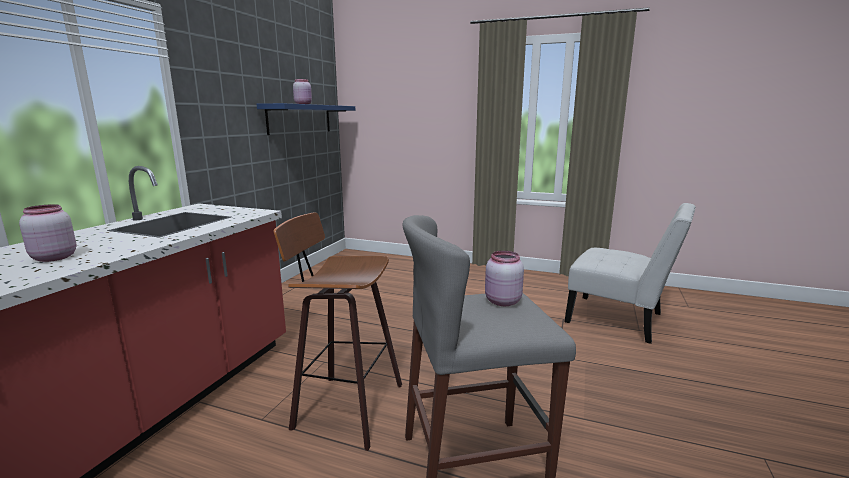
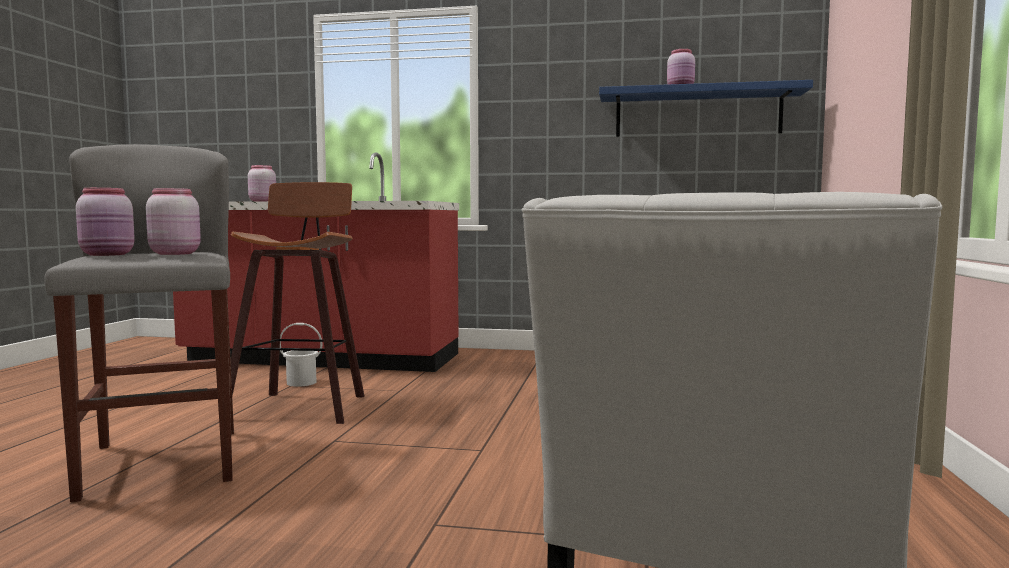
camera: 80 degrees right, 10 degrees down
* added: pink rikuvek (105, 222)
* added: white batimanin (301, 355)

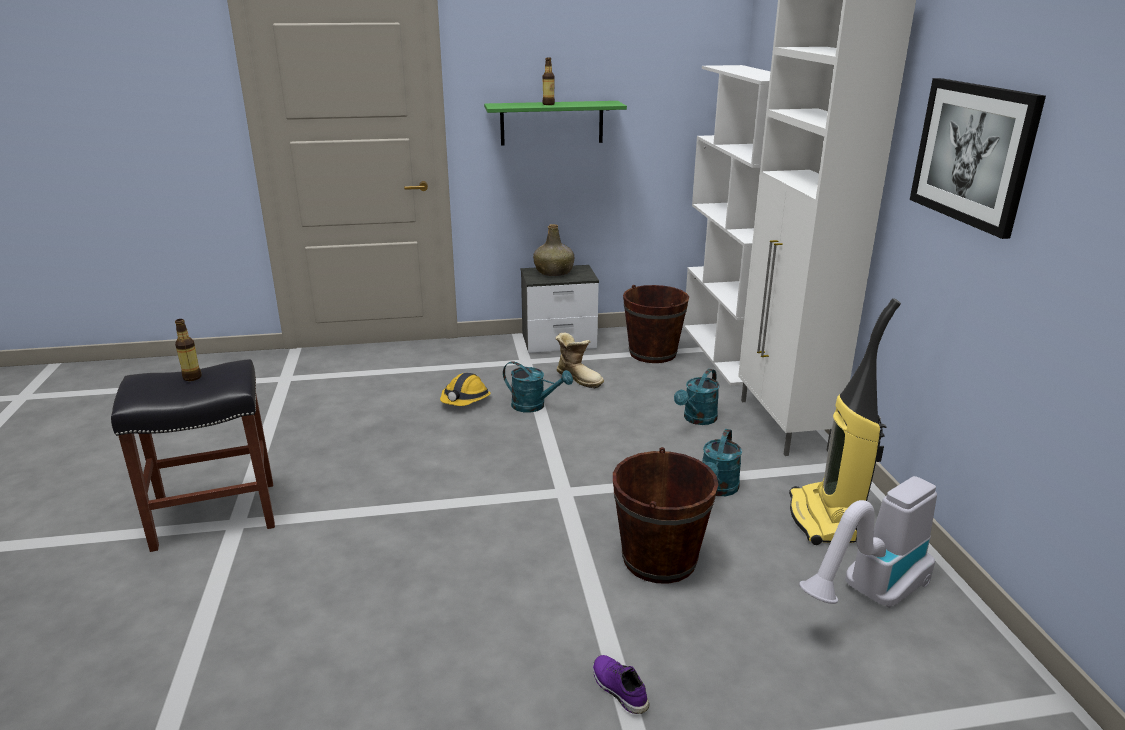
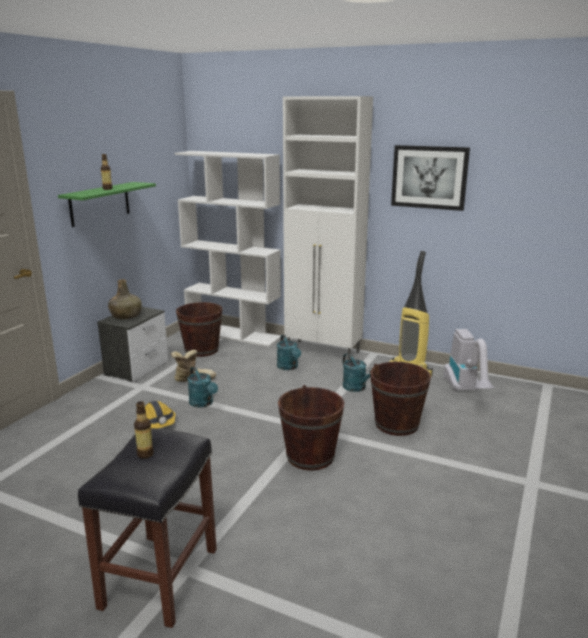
camera: 55 degrees left, 5 degrees down
* turned: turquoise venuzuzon (538, 387) = (203, 387) 90 degrees clockwise
* removed: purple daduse (621, 684)
* added: brown batimanin (311, 428)

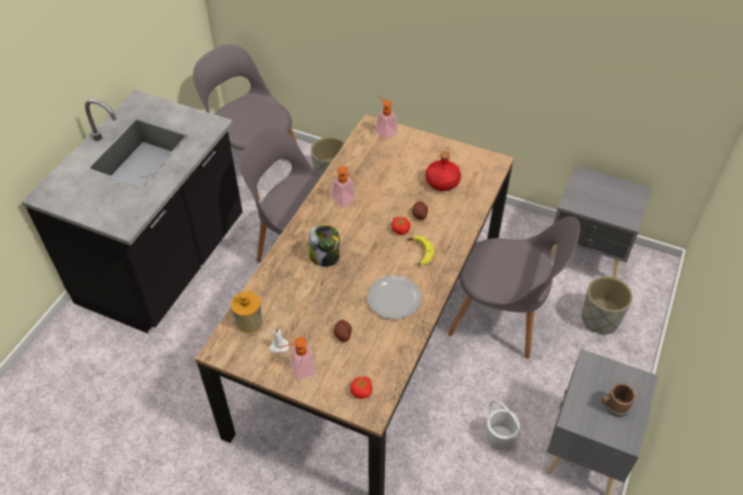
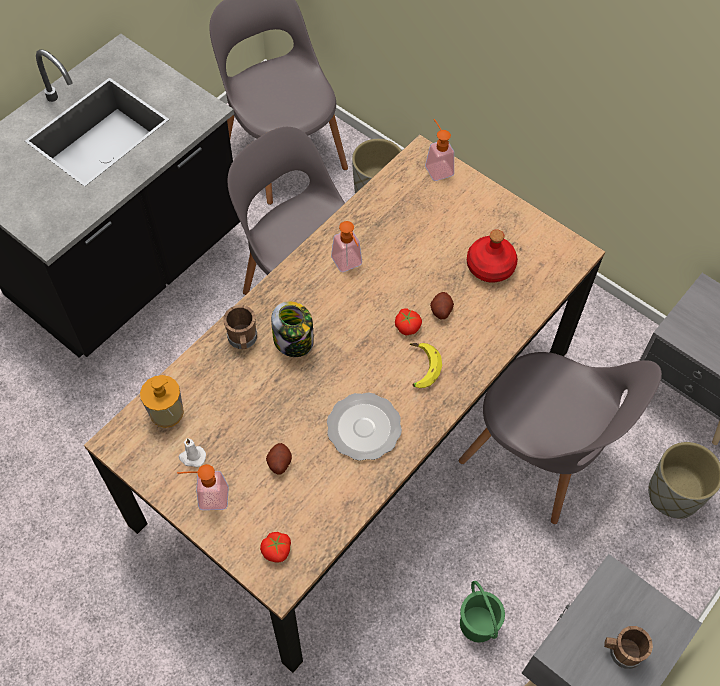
camera: 15 degrees right, 10 degrees up
* recoloured: white batimanin (503, 425) to green batimanin (482, 612)
* added: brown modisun (240, 327)

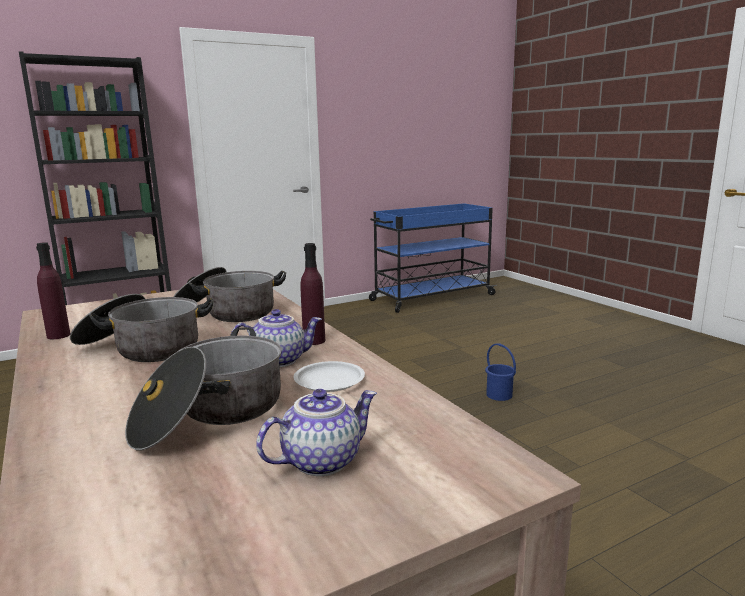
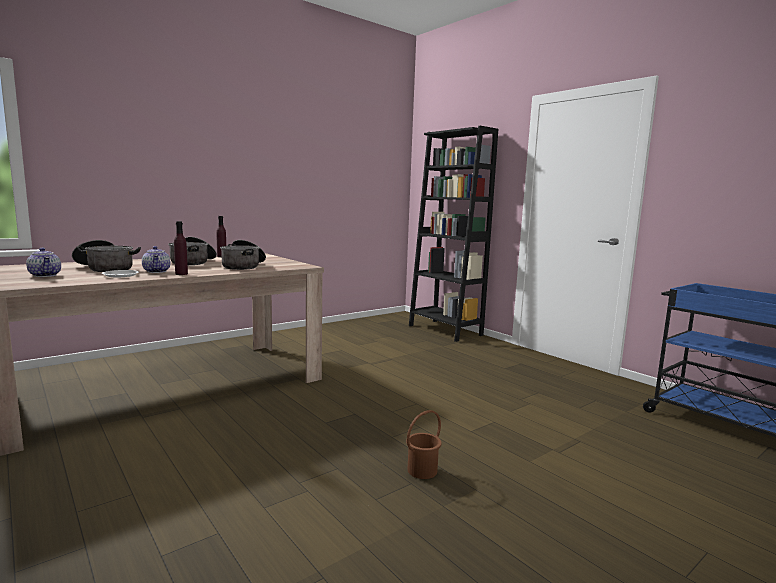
camera: 80 degrees right, 5 degrees down
* recoloured: blue batimanin (500, 372) to brown batimanin (424, 444)

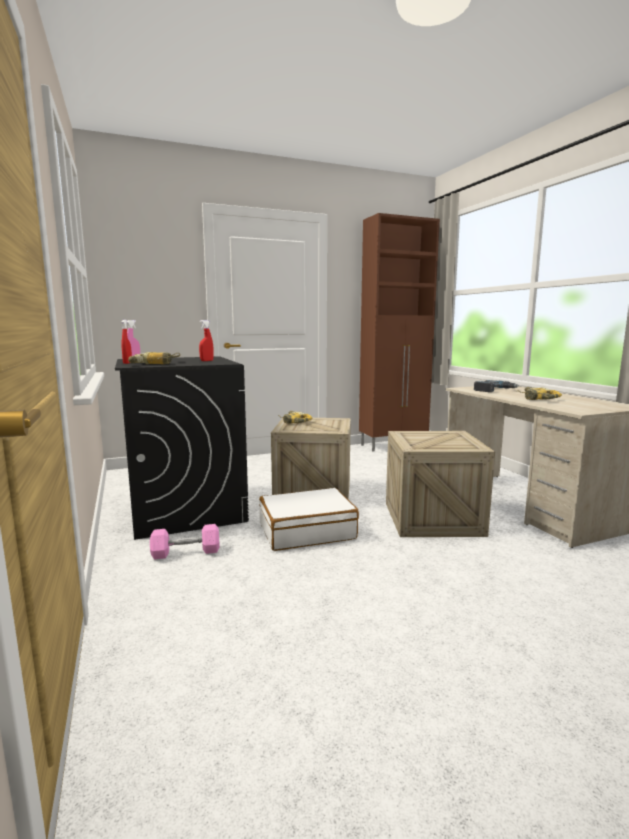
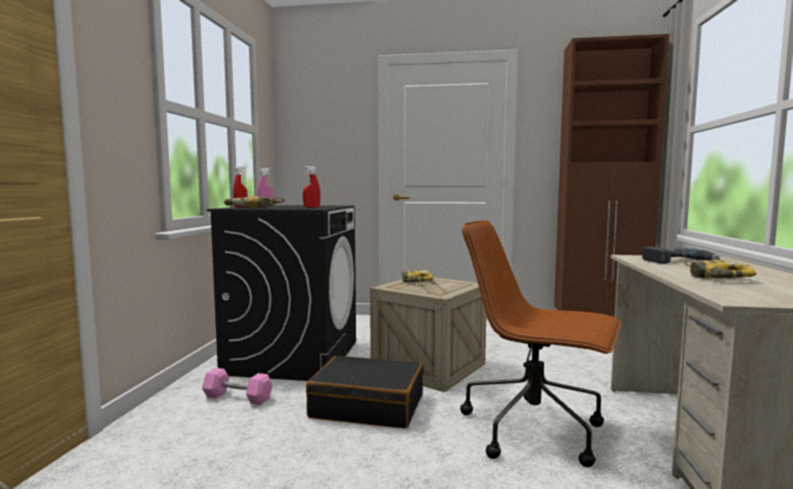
camera: 30 degrees right, 5 degrees down
* recoloured: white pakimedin (309, 519) to black pakimedin (365, 392)
* replaced: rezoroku (440, 484) to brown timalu (540, 343)

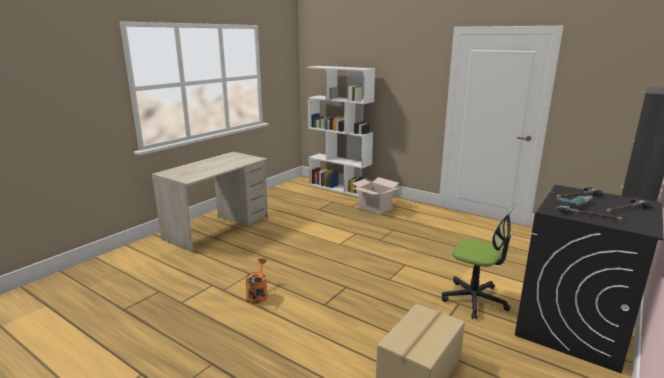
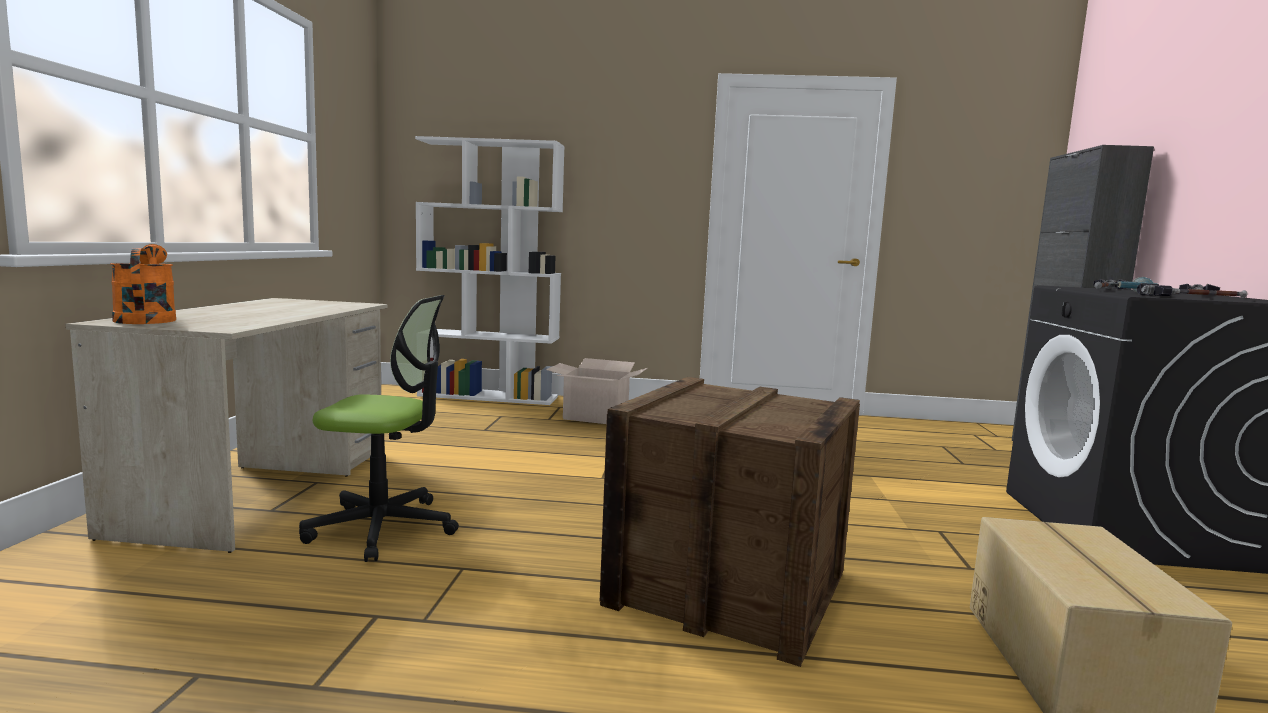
camera: 30 degrees left, 10 degrees down
* moved: orange venuzuzon (256, 281) to (143, 284)
* moved: timalu (479, 261) to (379, 428)
* added: rezoroku (730, 522)

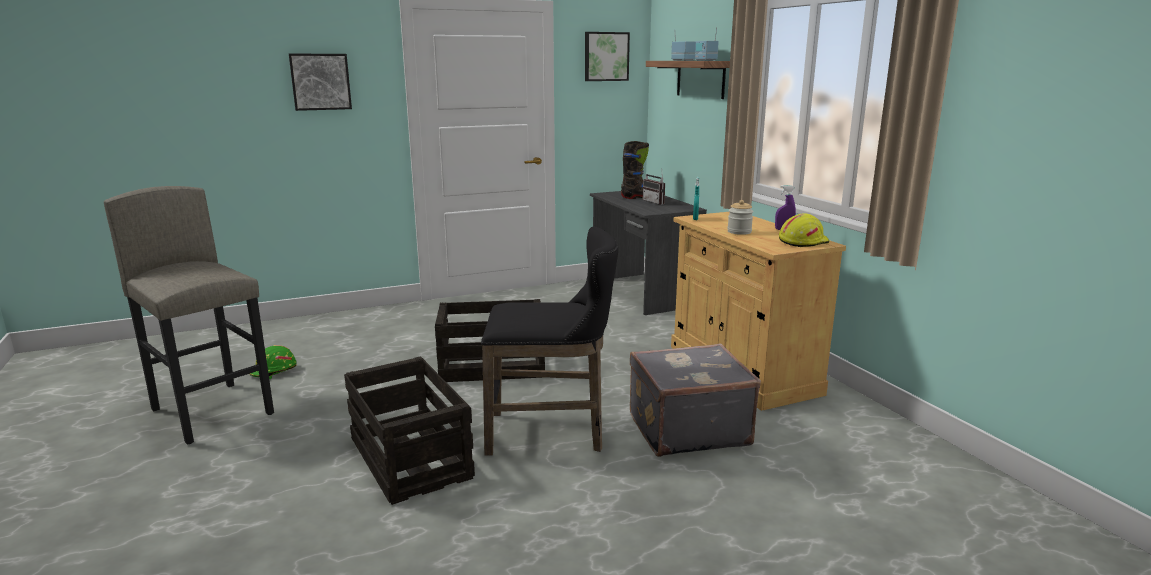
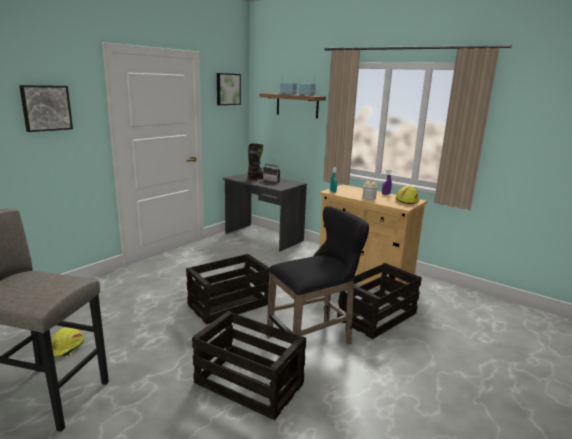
camera: 30 degrees left, 0 degrees up
* recoloured: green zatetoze (273, 362) to yellow zatetoze (67, 342)
* replaced: grey pakimedin (695, 400) to rezoroku (379, 301)

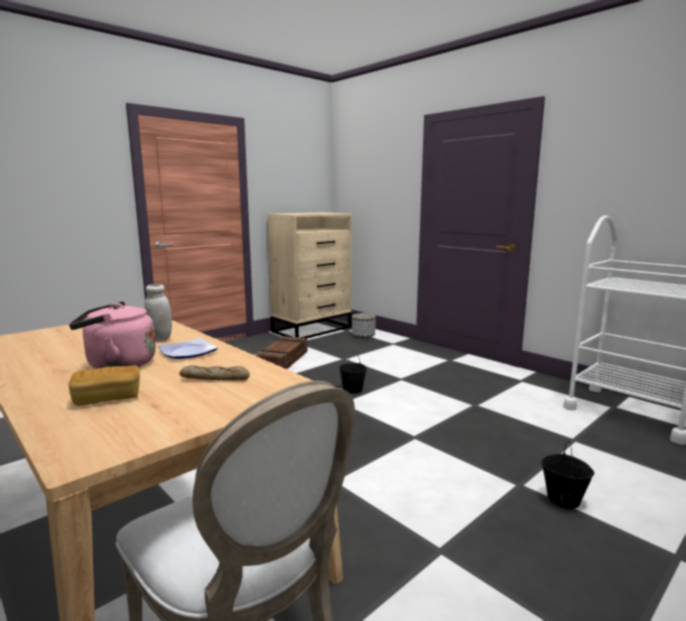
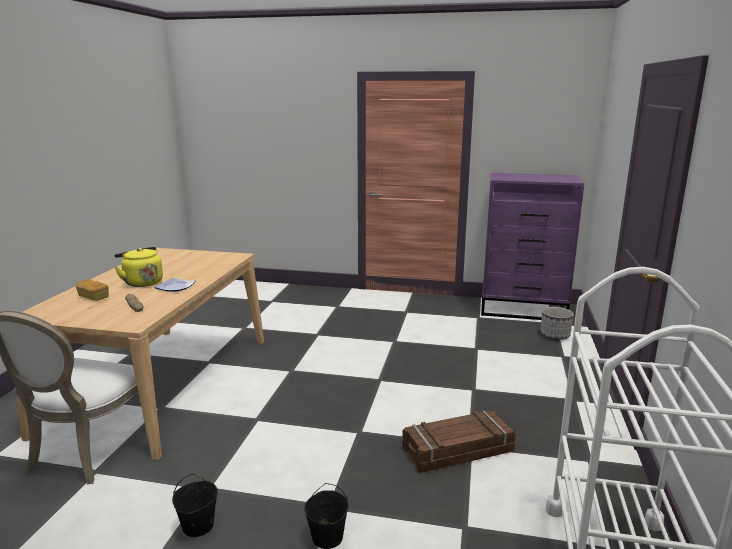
camera: 55 degrees right, 5 degrees up
* recoloured: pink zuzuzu (112, 335) to yellow zuzuzu (139, 267)
* removed: white rikuvek (158, 313)
* moved: rezoroku (281, 352) to (459, 441)
* recoloured: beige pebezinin (309, 275) to purple pebezinin (532, 246)
* moved: black batimanin (353, 373) to (195, 505)

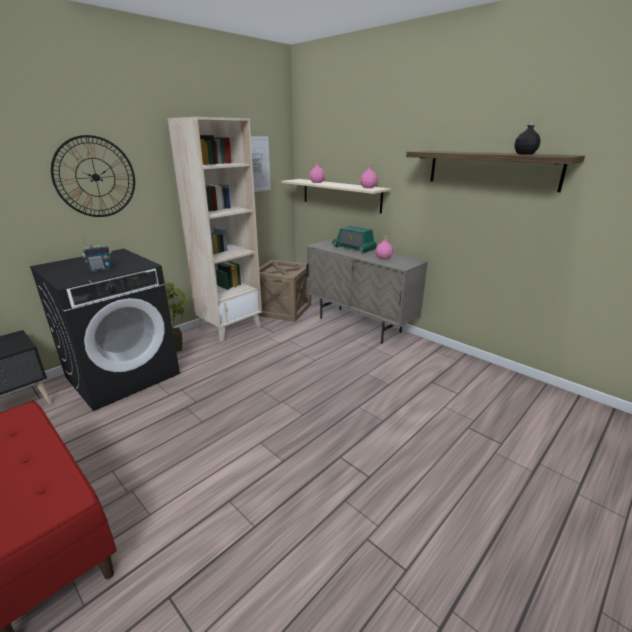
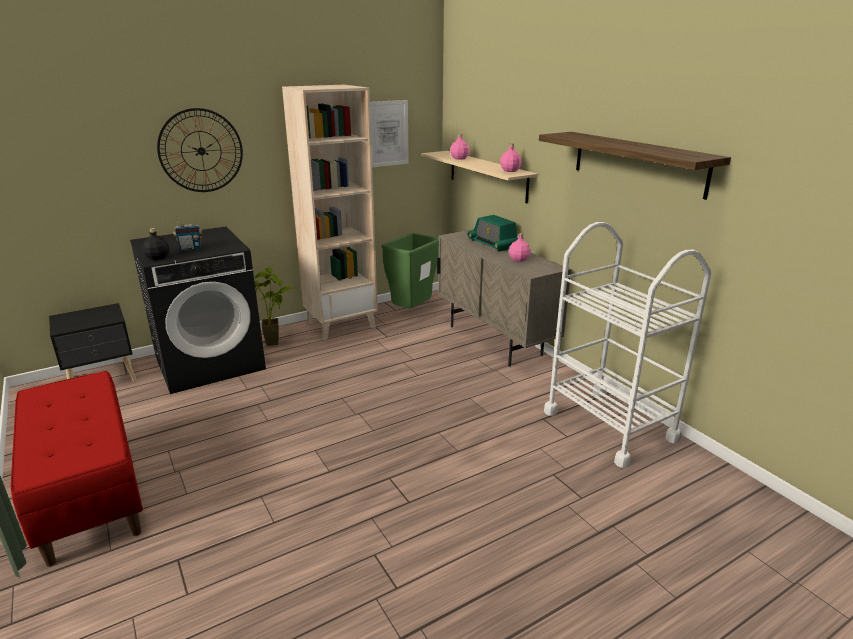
camera: 15 degrees right, 0 degrees up
* replaced: rezoroku (284, 291) to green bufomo (410, 271)
* moved: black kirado (527, 138) to (156, 244)
* added: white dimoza (627, 345)

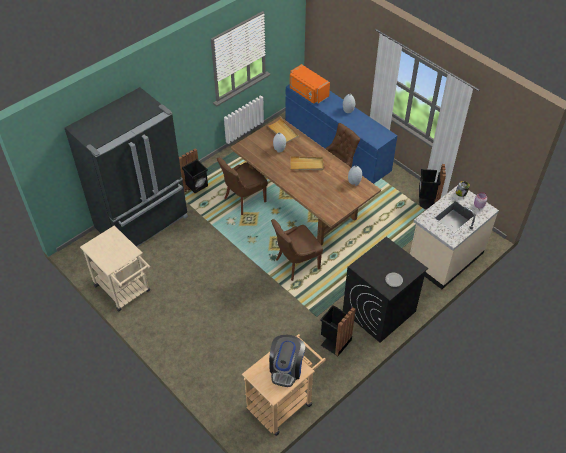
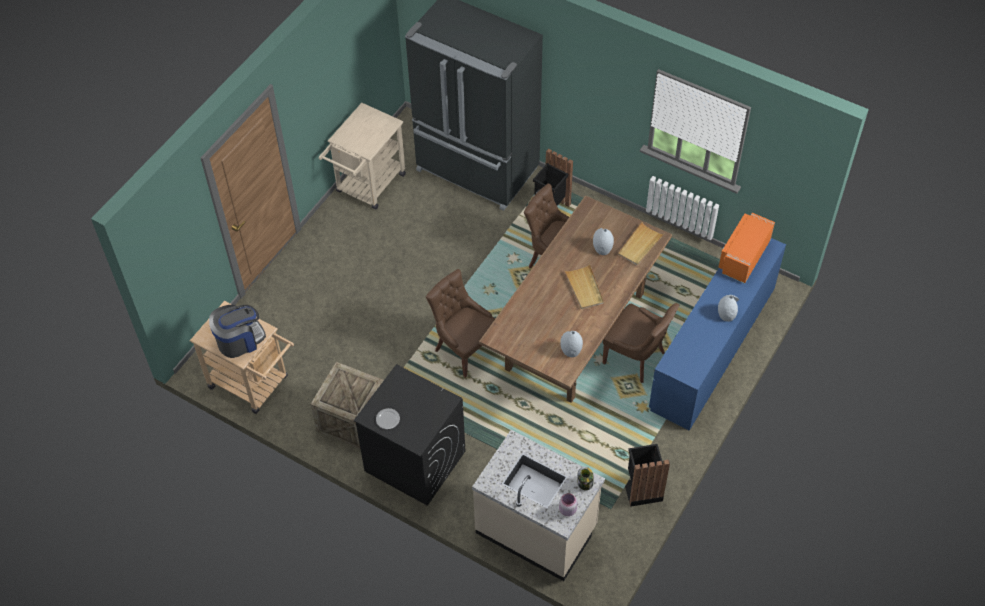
camera: 75 degrees right, 5 degrees up
* turned: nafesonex (287, 361) = (237, 331) 150 degrees clockwise
* replaced: black bufomo (338, 330) to rezoroku (347, 405)

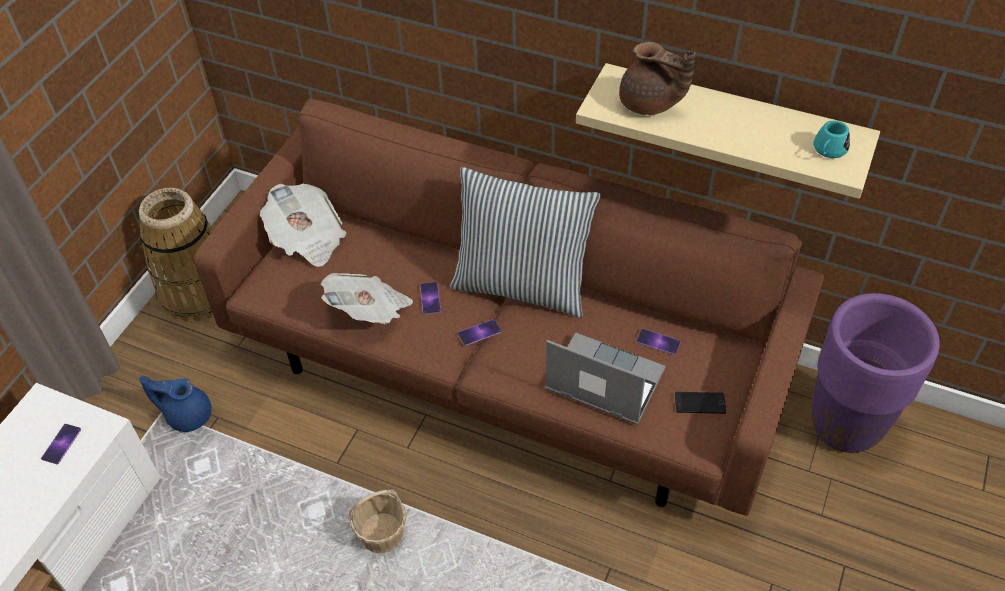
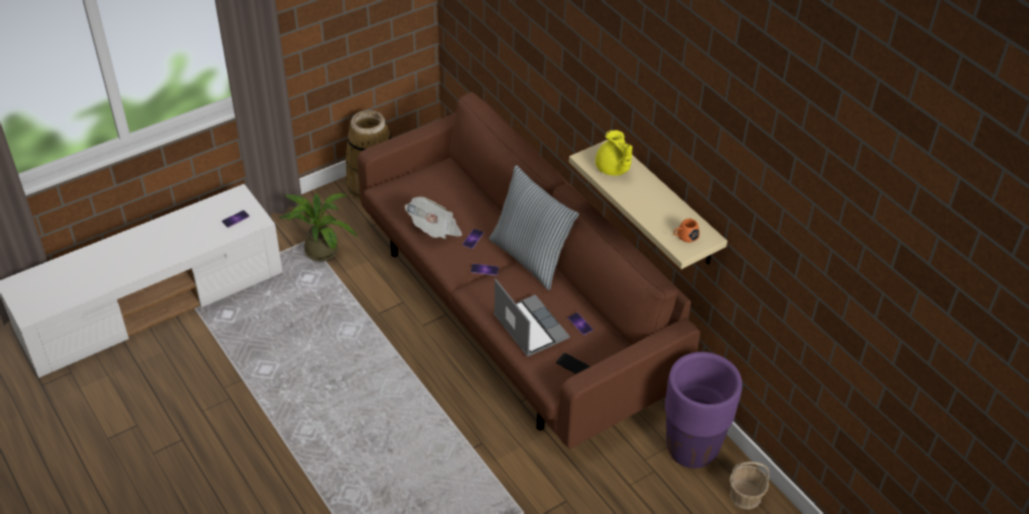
camera: 30 degrees right, 5 degrees down
* replaced: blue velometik (175, 404) to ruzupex (318, 227)
* removed: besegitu (303, 225)
* moved: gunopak (378, 521) to (749, 485)
* recoloured: brown velometik (657, 78) to yellow velometik (613, 153)
* recoloured: turquoise modisun (831, 139) to orange modisun (687, 230)

